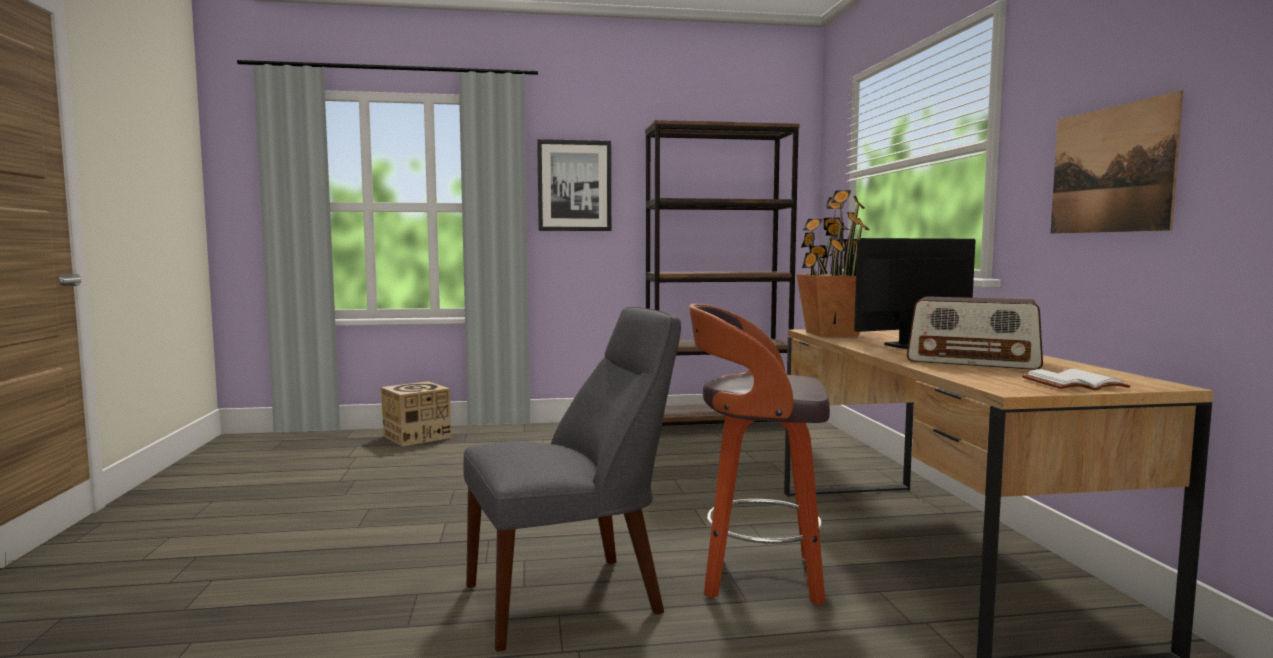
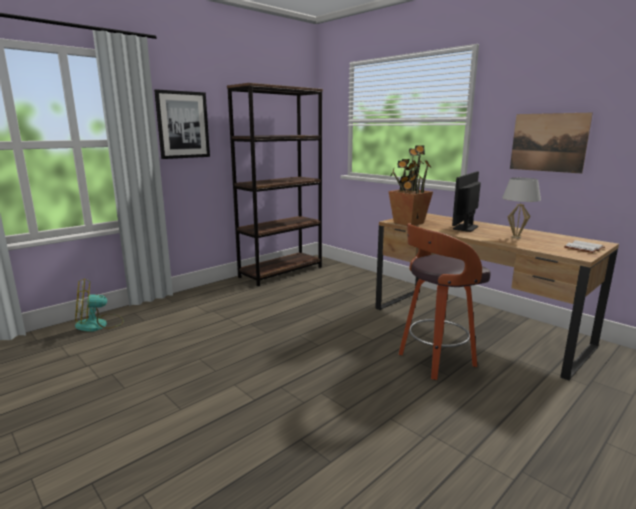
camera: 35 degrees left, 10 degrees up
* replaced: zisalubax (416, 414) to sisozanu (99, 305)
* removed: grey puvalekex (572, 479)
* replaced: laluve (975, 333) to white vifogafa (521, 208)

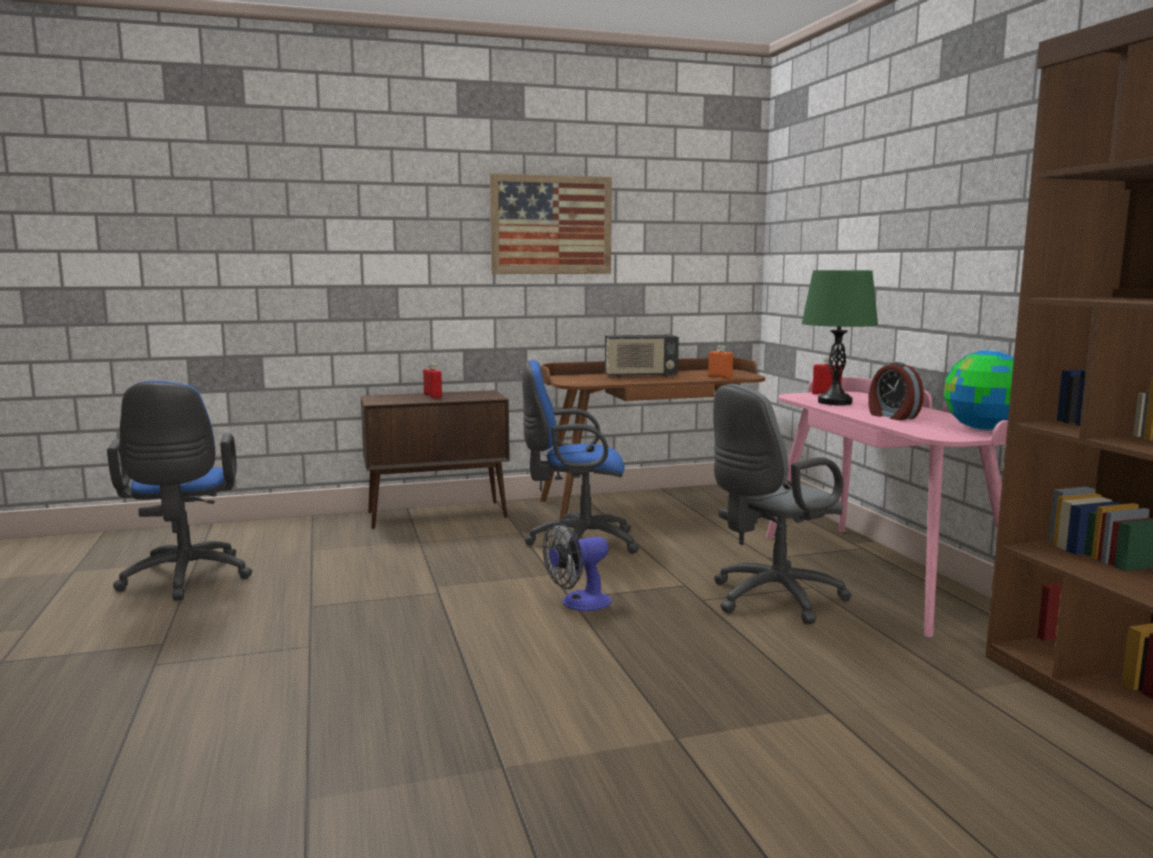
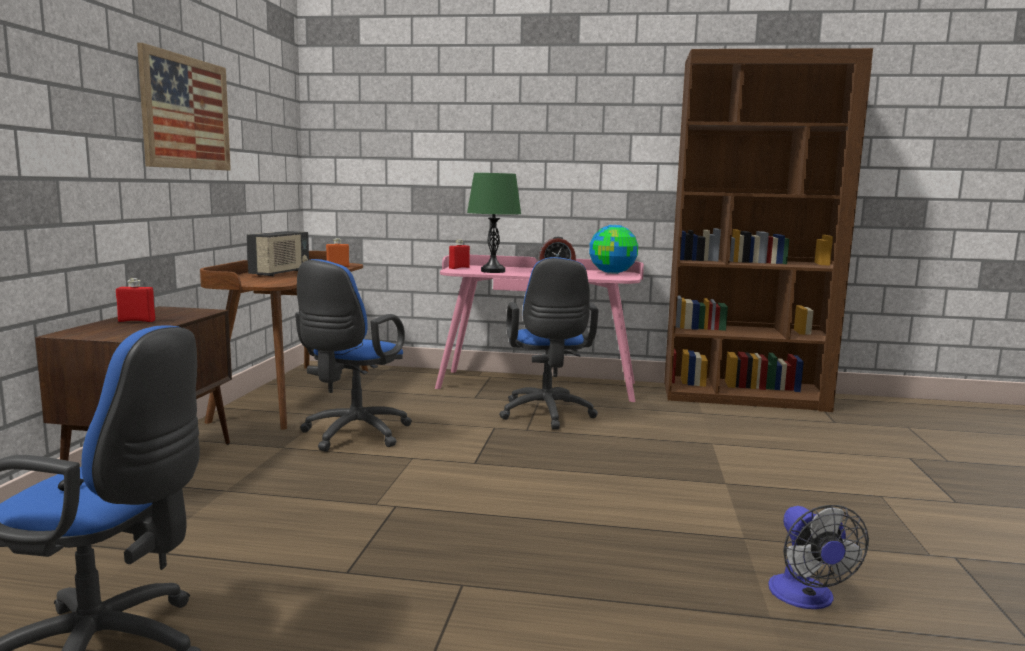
camera: 65 degrees left, 0 degrees up
* moved: sisozanu (577, 566) to (818, 557)
* recoloured: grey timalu (782, 504) to blue timalu (548, 343)

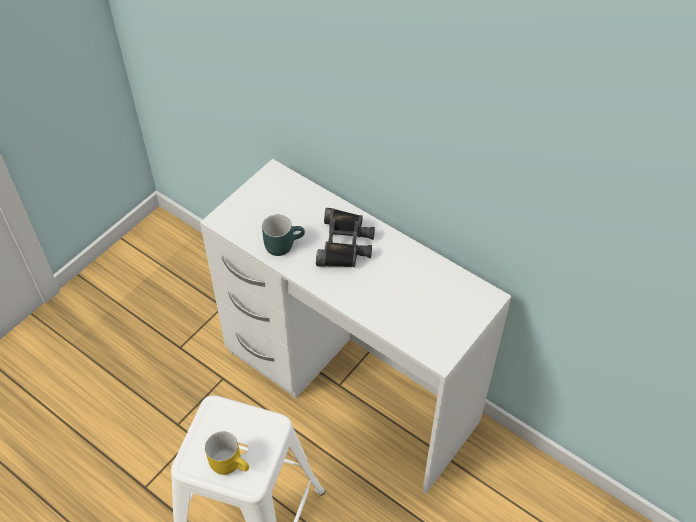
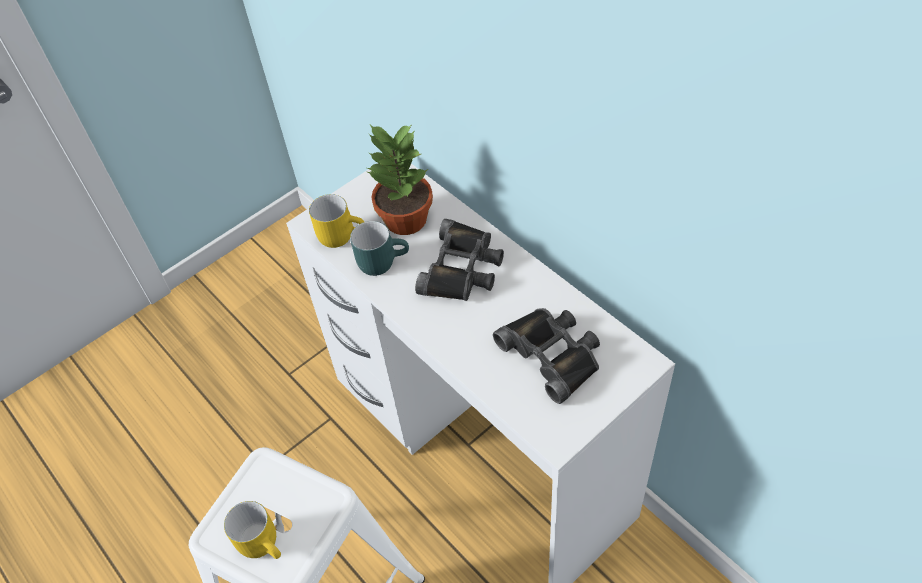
camera: 15 degrees right, 0 degrees up
* added: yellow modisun (336, 221)
* added: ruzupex (400, 179)
* added: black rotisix (546, 356)

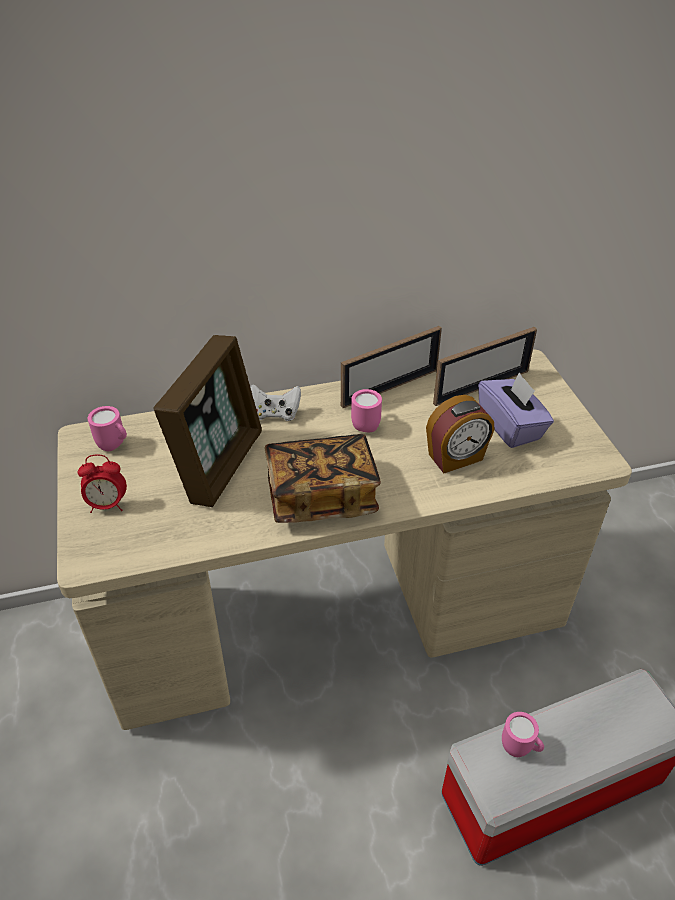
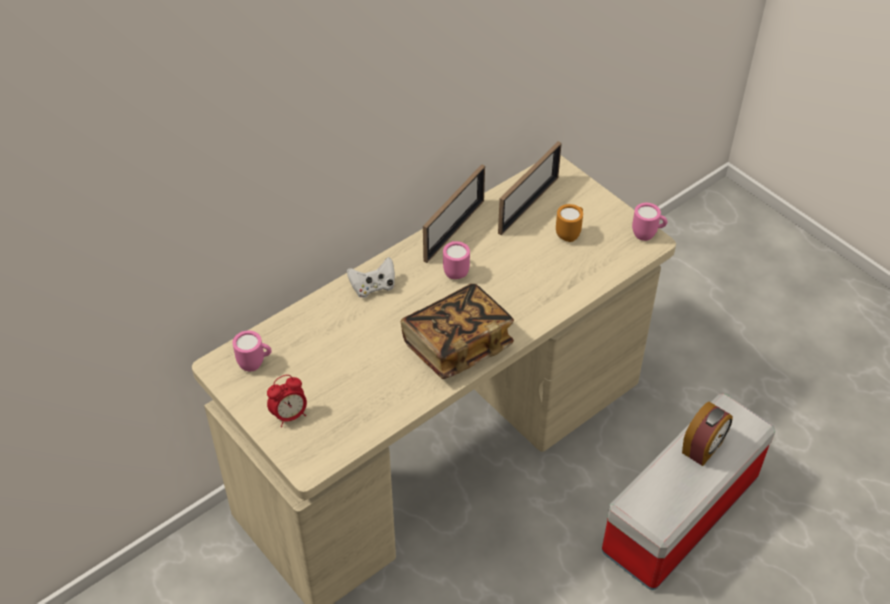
camera: 25 degrees left, 5 degrees up
* removed: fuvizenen (208, 421)
* moved: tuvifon (460, 434) to (707, 434)
* replaced: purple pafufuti (516, 410) to orange modisun (569, 223)
* moved: pink modisun (523, 734) to (649, 222)

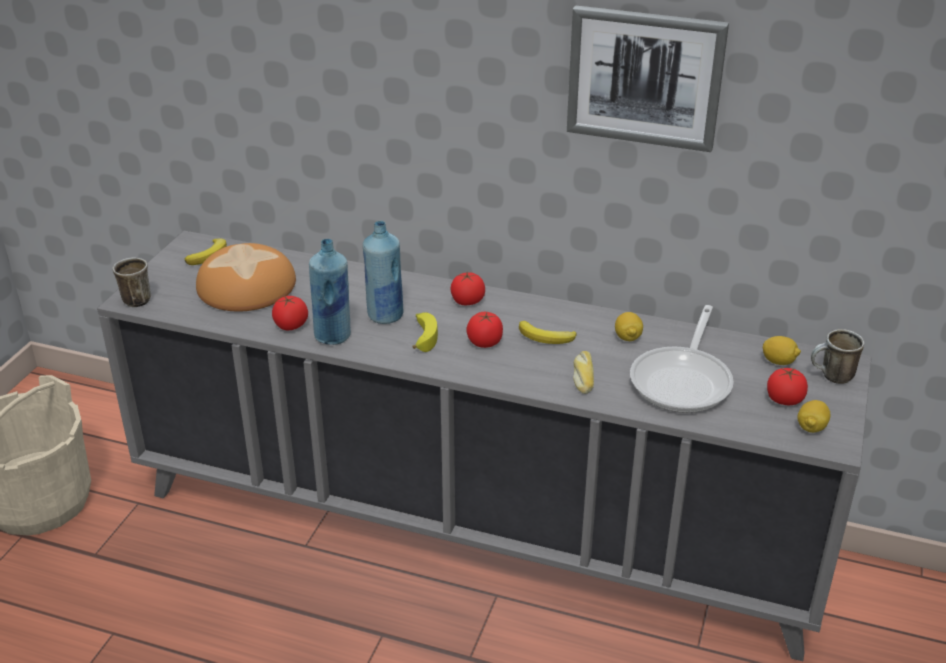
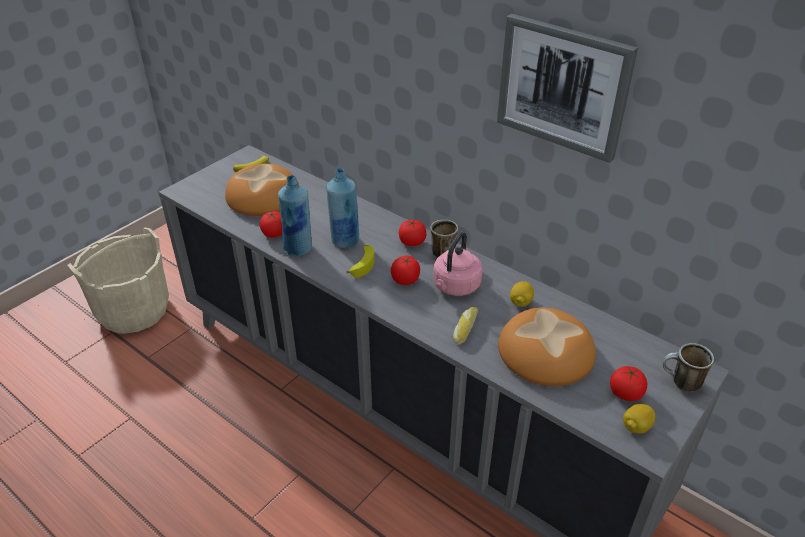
camera: 20 degrees right, 5 degrees up
* moved: modisun (132, 282) to (444, 238)
* replaced: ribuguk (548, 332) to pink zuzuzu (458, 264)
* replaced: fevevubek (682, 359) to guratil (547, 346)
* removed: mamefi (782, 350)

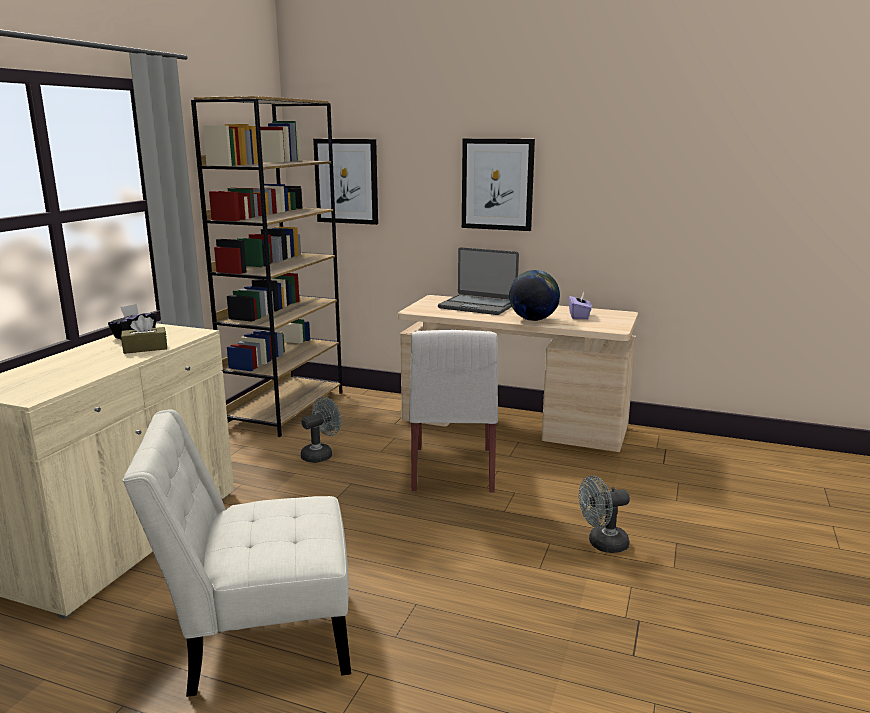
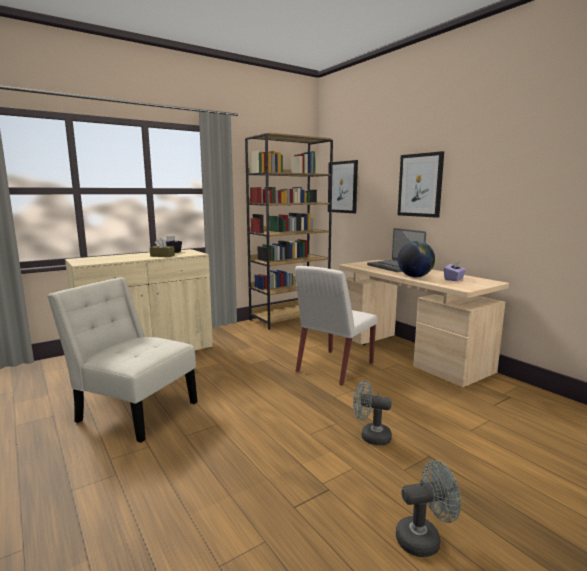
camera: 35 degrees right, 5 degrees down
* moved: grey sisozanu (321, 430) to (428, 508)

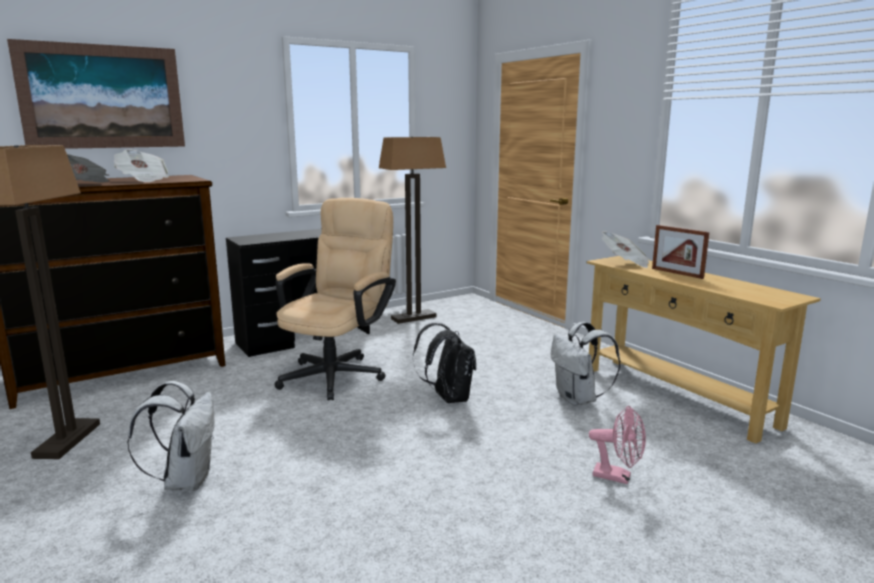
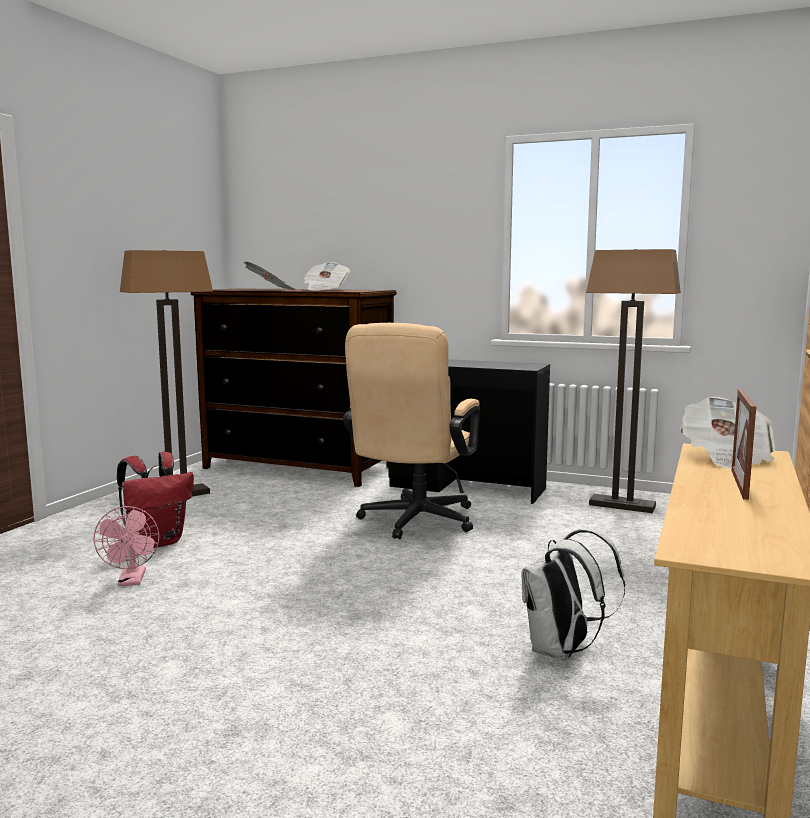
camera: 55 degrees right, 5 degrees down
* removed: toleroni (96, 94)
* recoloured: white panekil (171, 436) to red panekil (155, 500)
* turned: beige timalu (335, 299) = (411, 431) 120 degrees clockwise
* removed: black panekil (444, 363)
* moved: pink sisozanu (617, 445) to (126, 546)

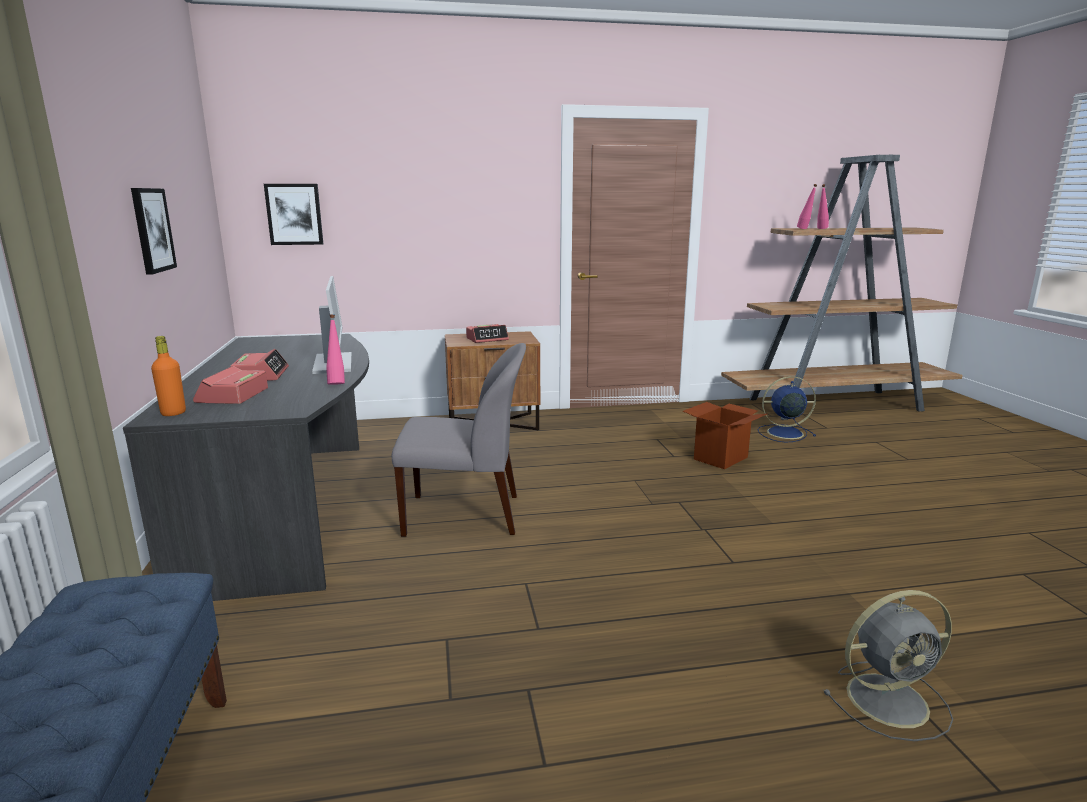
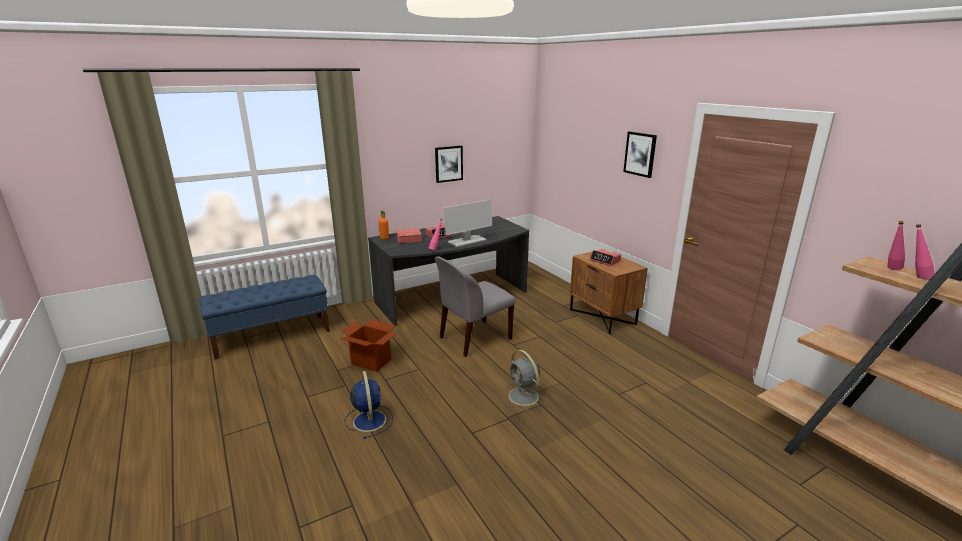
camera: 70 degrees right, 5 degrees up
* moved: toleroni (293, 214) to (640, 154)
* turned: grey puvalekex (459, 440) = (475, 306) 75 degrees clockwise
* moved: zisalubax (725, 435) to (368, 345)
* moved: blue sisozanu (787, 409) to (369, 405)
* moved: grey sisozanu (888, 665) to (525, 380)

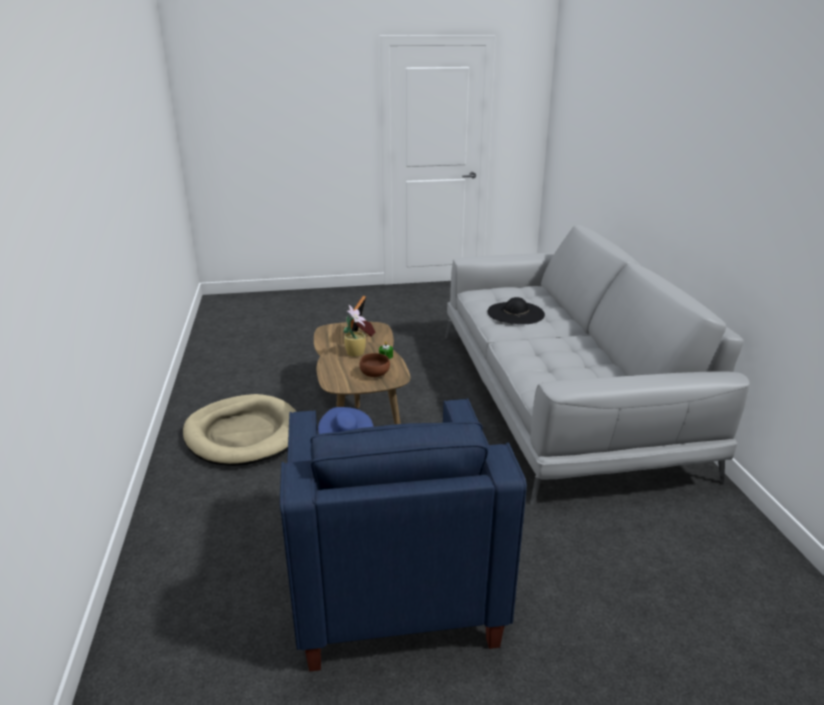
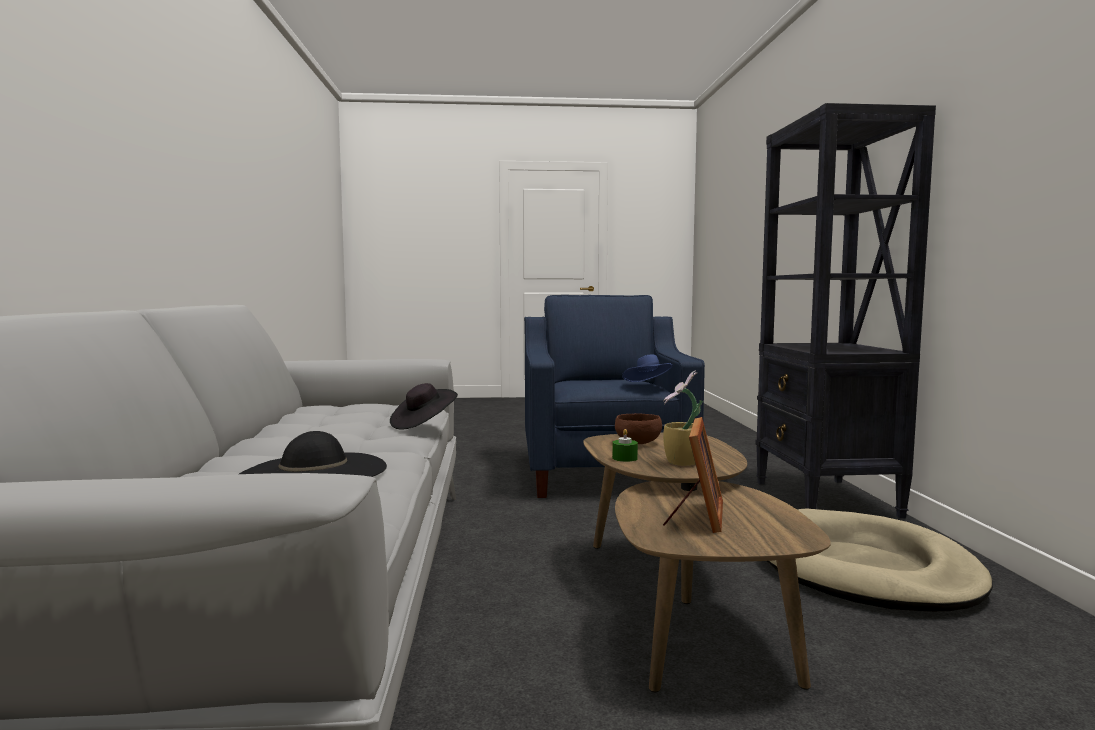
camera: 175 degrees left, 20 degrees down
* added: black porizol (424, 406)
* added: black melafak (845, 310)

